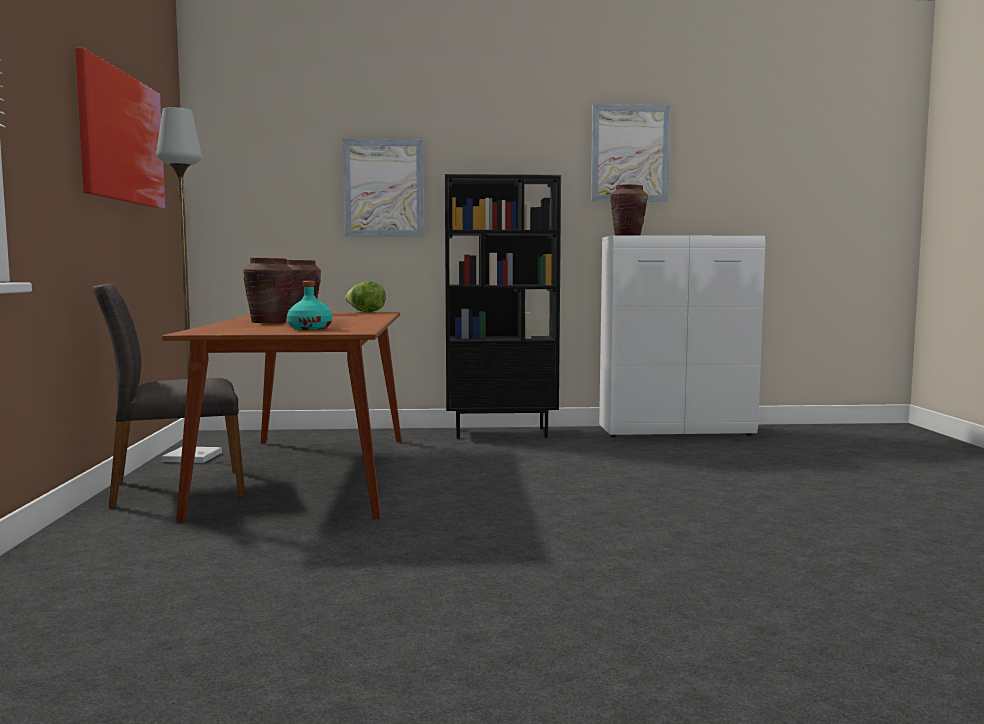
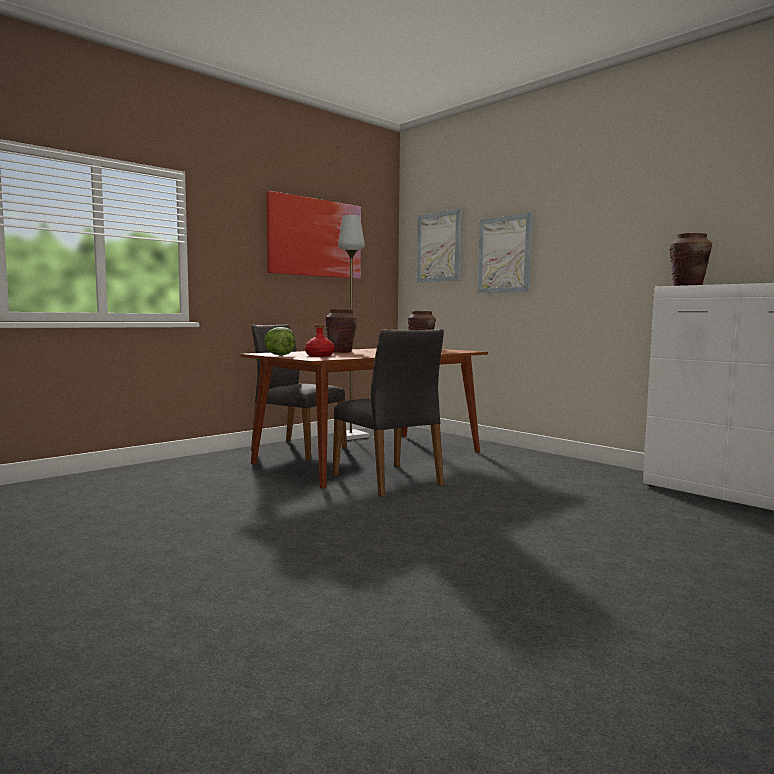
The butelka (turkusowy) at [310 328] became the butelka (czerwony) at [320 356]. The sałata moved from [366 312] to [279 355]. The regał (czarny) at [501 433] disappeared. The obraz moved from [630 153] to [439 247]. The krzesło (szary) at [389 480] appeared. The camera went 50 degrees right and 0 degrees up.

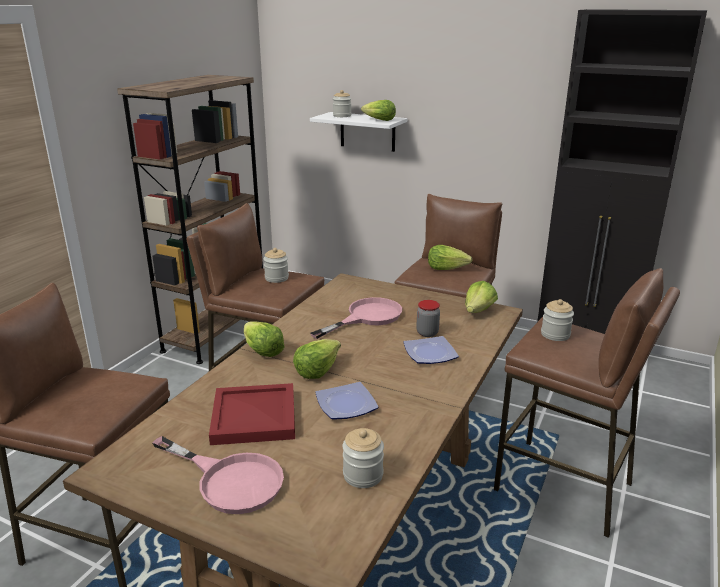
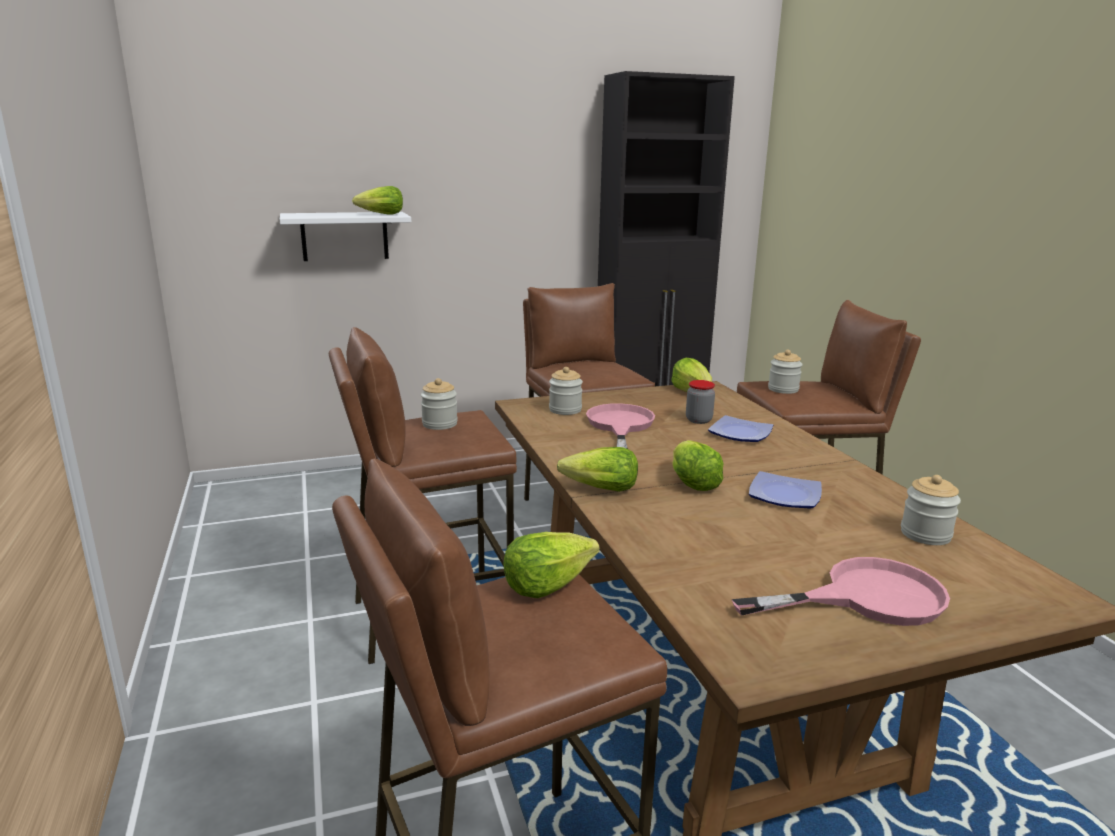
The regał (brązowy) at [216 333] disappeared. The taca (czerwony) at [255 418] disappeared. The słoik moved from [342 116] to [565 410]. The sałata moved from [447 268] to [547 584]. The camera went 45 degrees left and 5 degrees down.

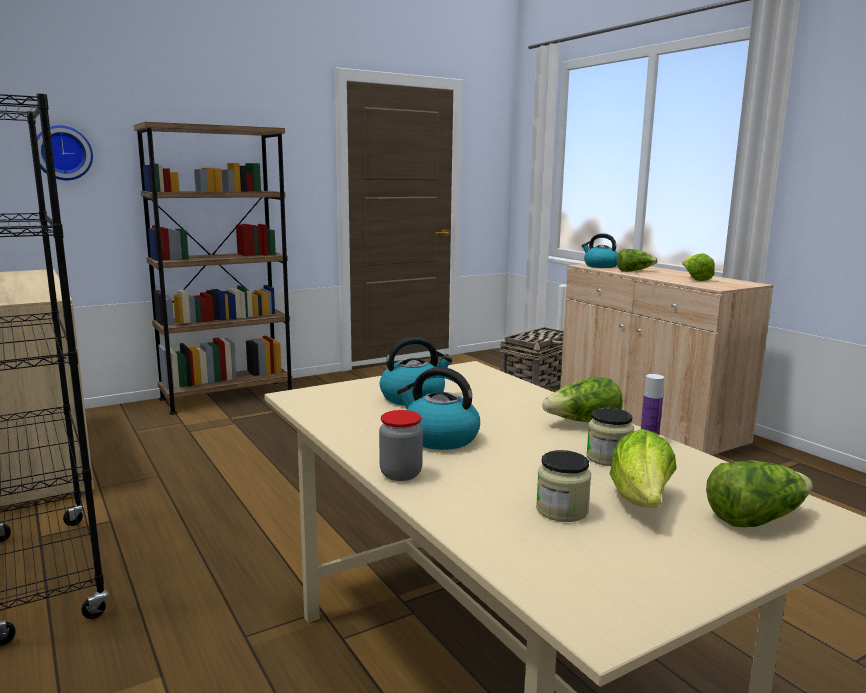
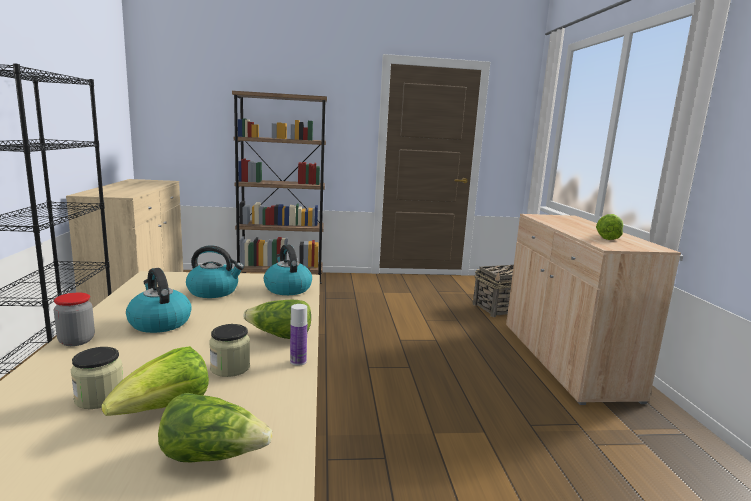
The zegar ścienny at [63 153] disappeared. The czajnik moved from [600 266] to [287 289]. The sałata at [634 271] disappeared. The camera went 25 degrees right and 0 degrees up.

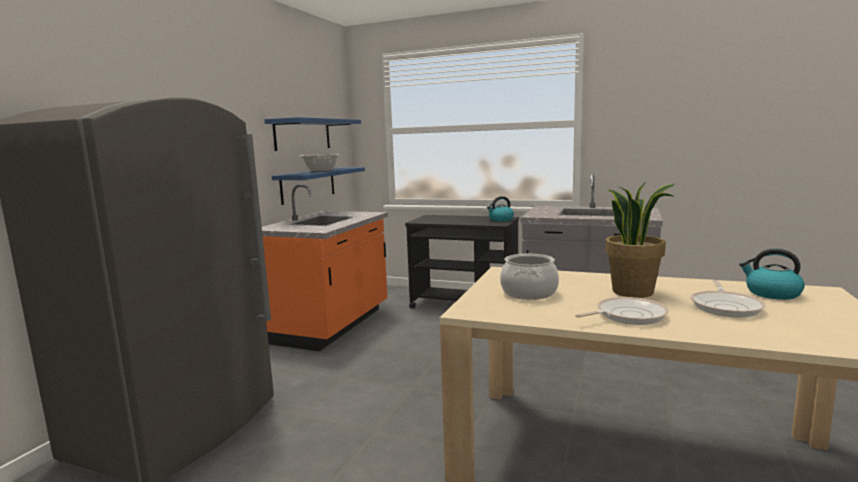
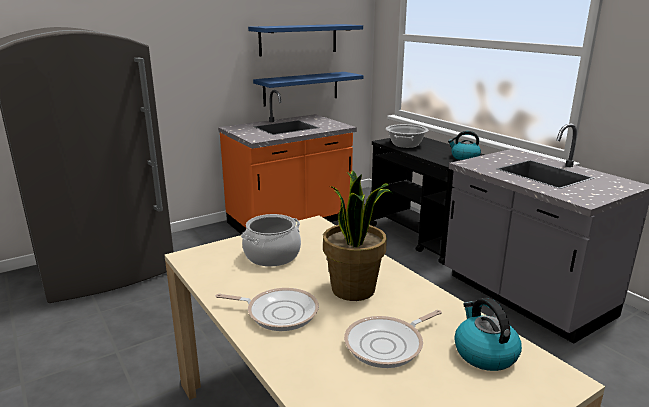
The garnek moved from [321 171] to [405 145]. The camera went 35 degrees right and 10 degrees up.

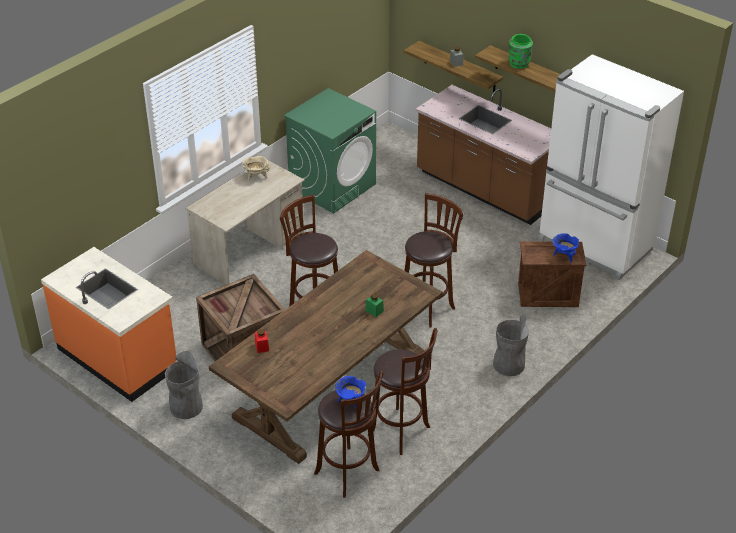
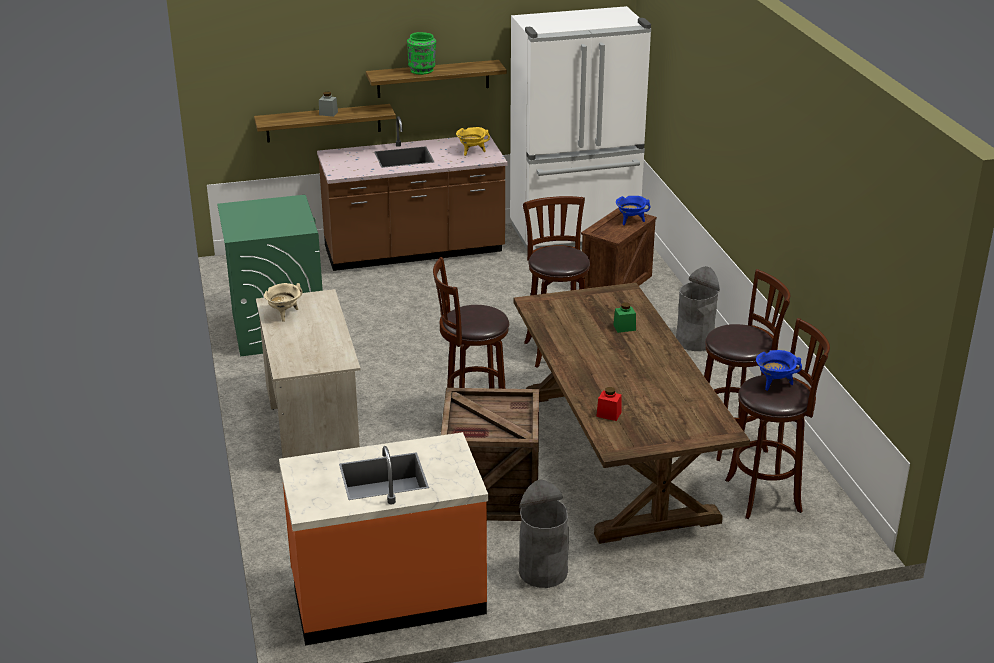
The garnek (żółty) at [472 152] appeared. The camera went 55 degrees left and 10 degrees down.

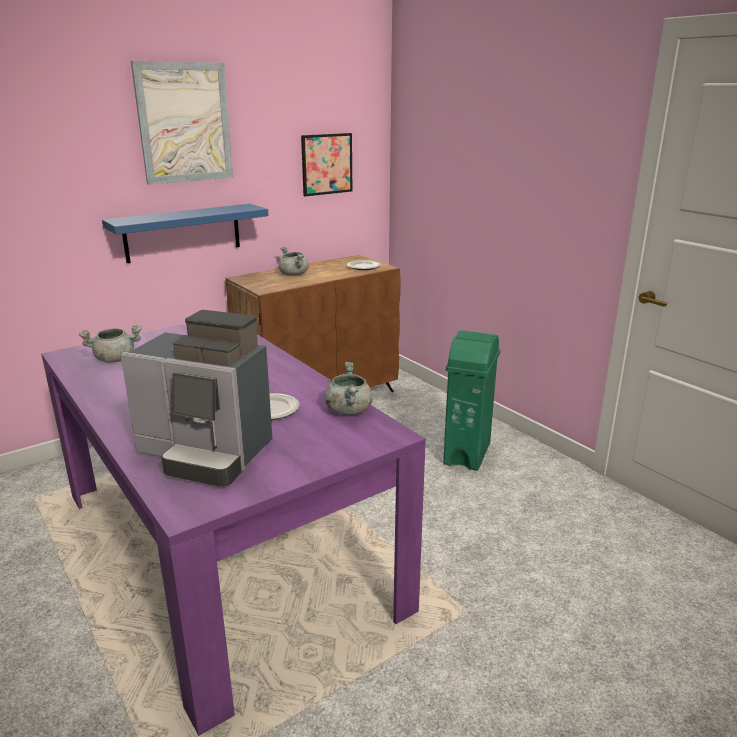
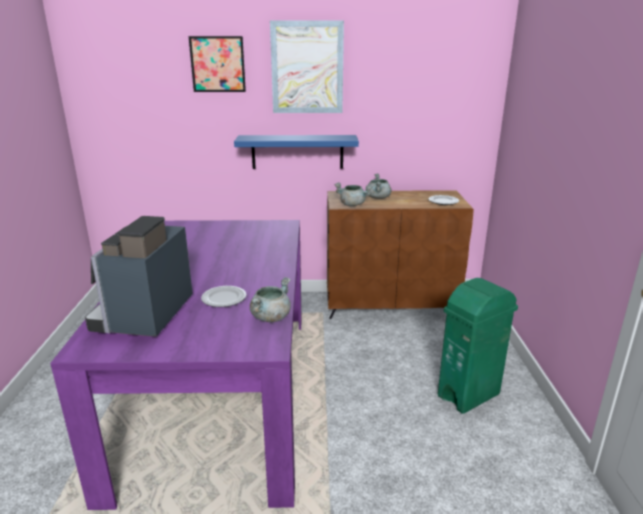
The garnek (szary) moved from [115 359] to [353 205]. The ekspres do kawy at [206 454] turned 45 degrees clockwise. The obraz moved from [327 164] to [217 64]. The camera went 35 degrees right and 0 degrees up.

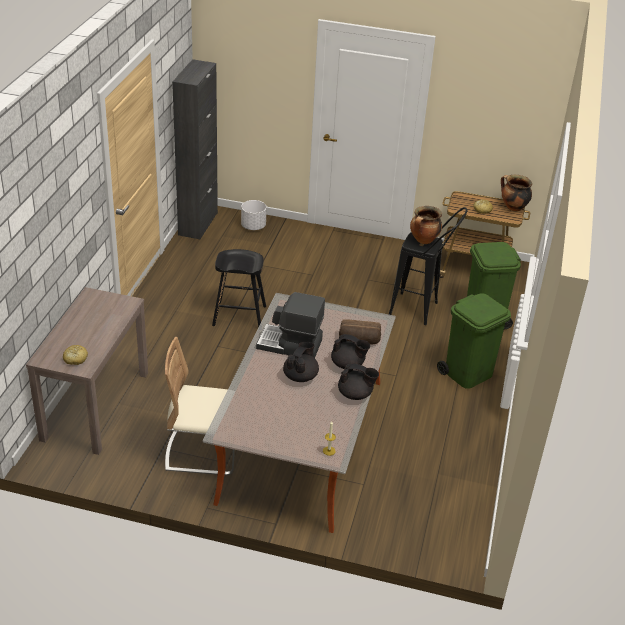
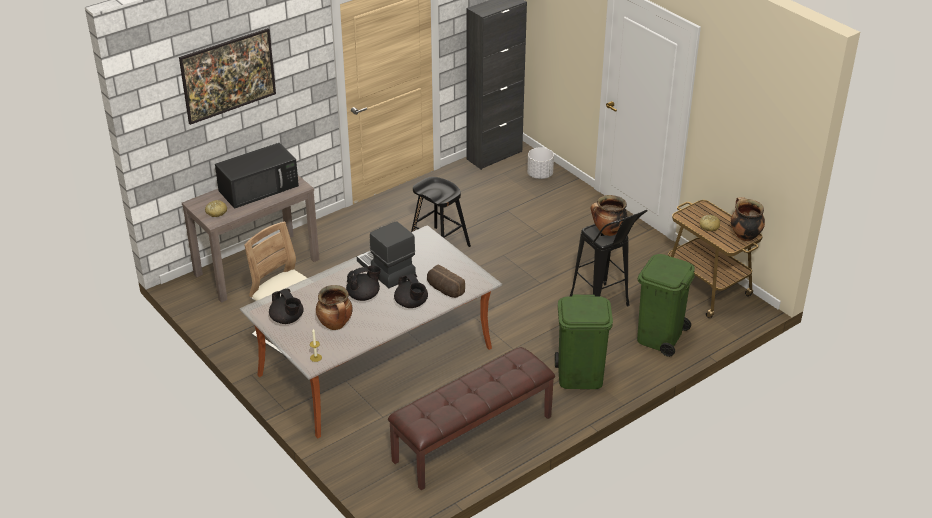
The imbryk (czarny) moved from [355 394] to [287 319]. The obraz at [230 92] appeared. The mikrofalówka (czarny) at [259 188] appeared. The garnek at [336 325] appeared. The ławka (brązowy) at [473 439] appeared. The camera went 40 degrees right and 0 degrees up.

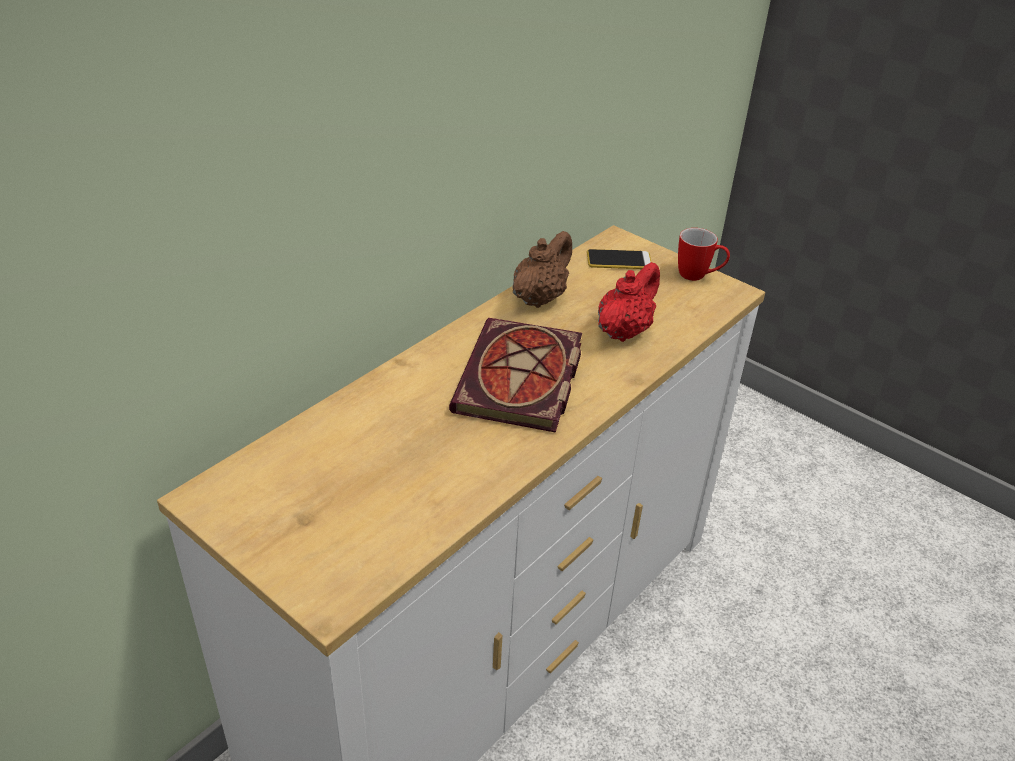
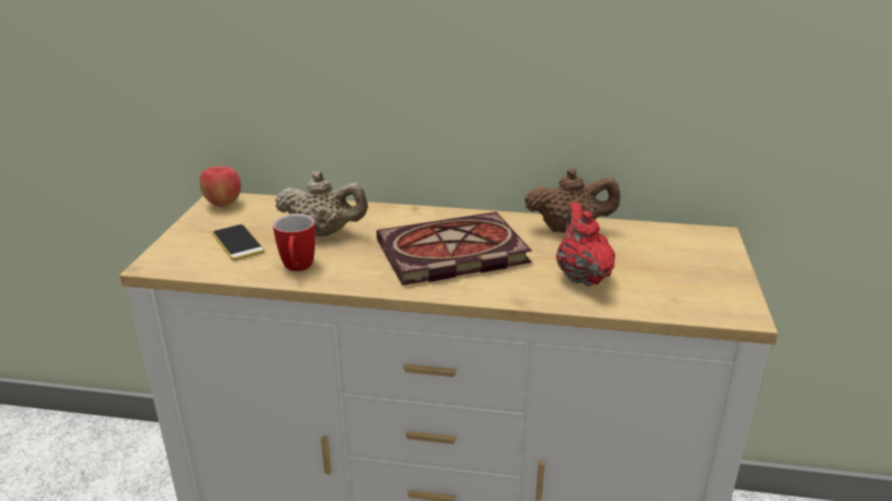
The telefon moved from [619 260] to [238 243]. The imbryk (czerwony) at [624 331] turned 105 degrees counterclockwise. The kubek moved from [698 276] to [297 269]. The jabłko at [223 205] appeared. The imbryk (beżowy) at [324 233] appeared. The camera went 60 degrees right and 10 degrees down.

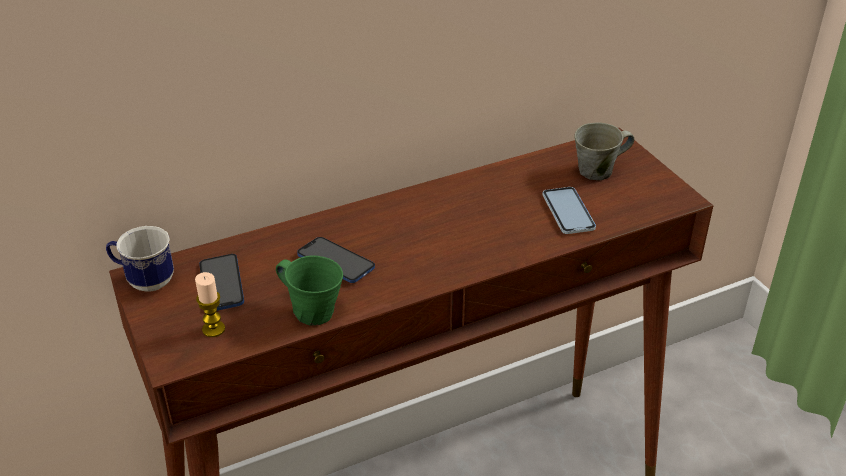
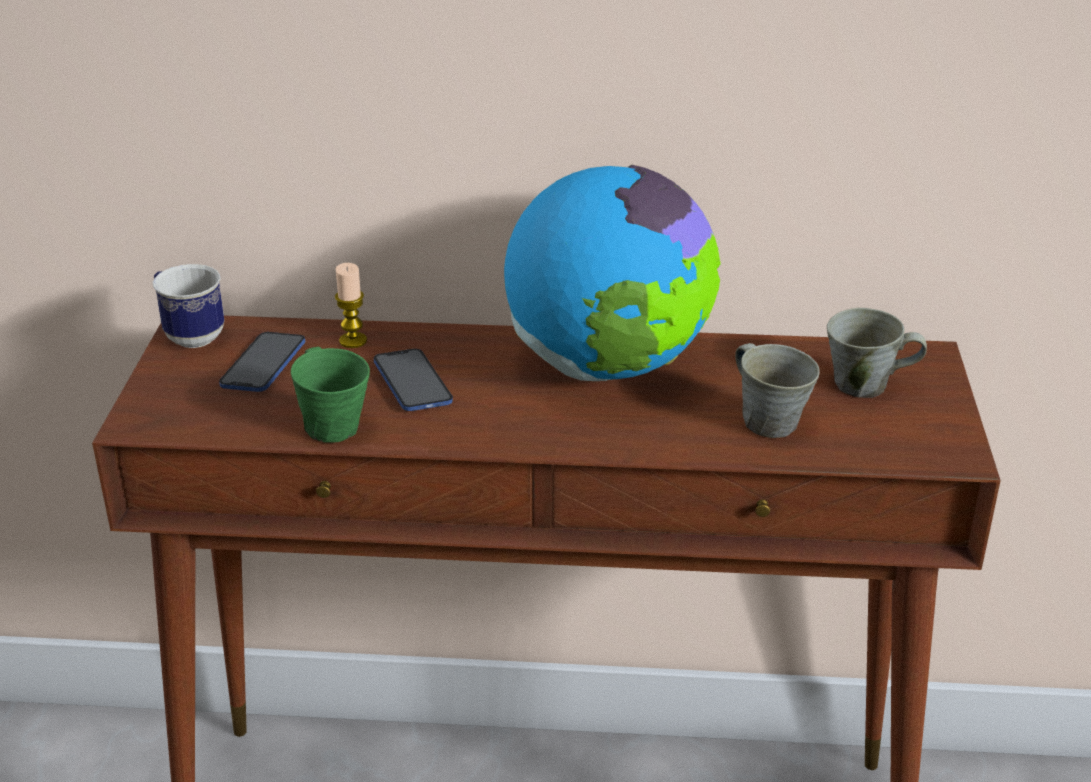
The świeca moved from [213 329] to [353 341]. The telefon at [568 212] was replaced by the kubek (szary) at [768 421]. The globus at [608 366] appeared. The camera went 30 degrees right and 5 degrees down.

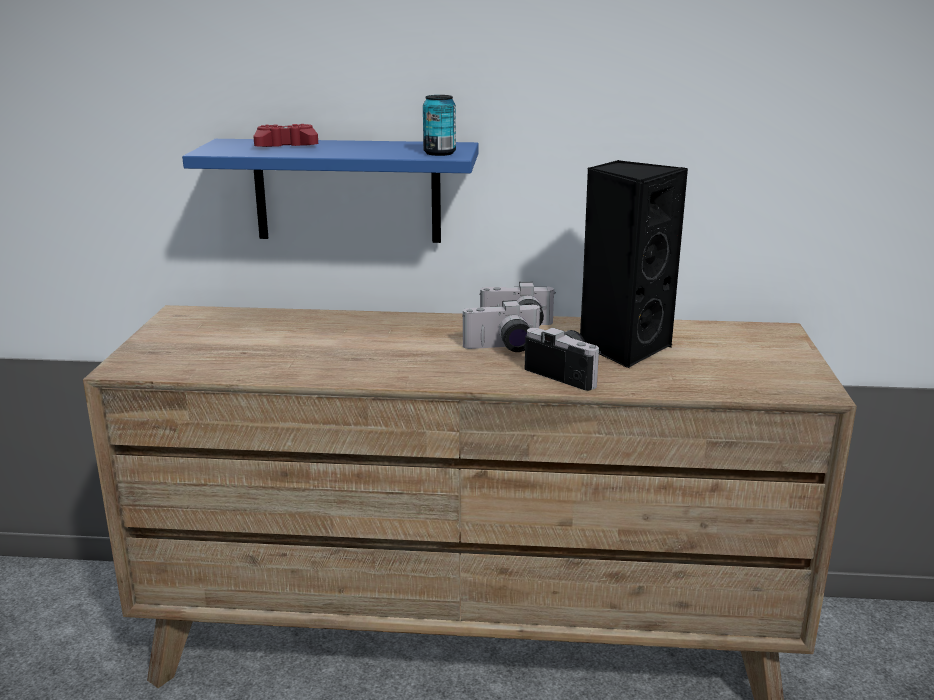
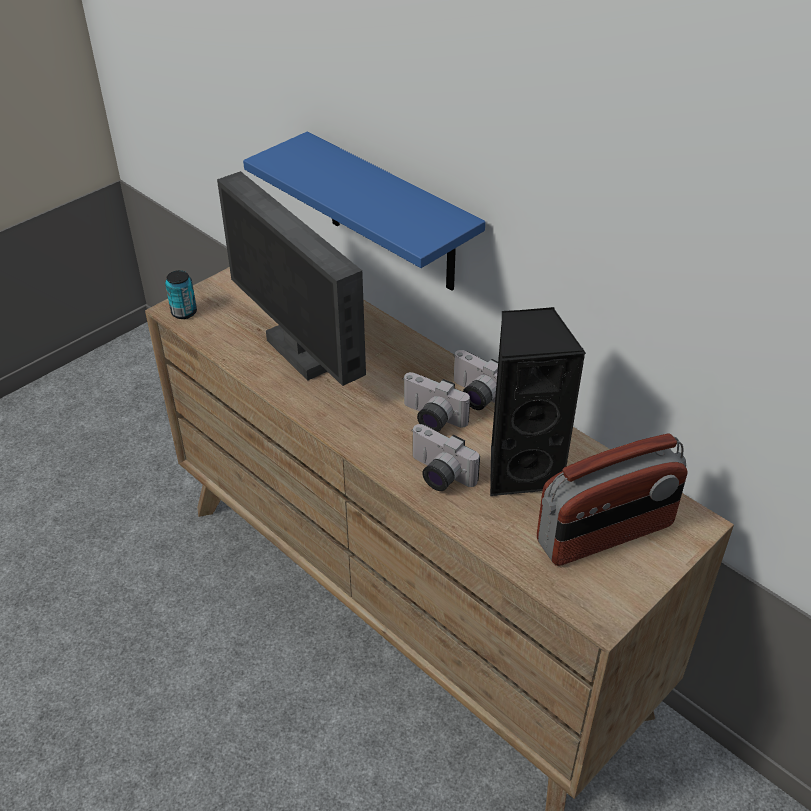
The pad do gier (czerwony) at [286 146] disappeared. The puszka moved from [439 153] to [184 312]. The aparat fotograficzny at [567 373] turned 135 degrees clockwise. The monitor at [300 354] appeared. The radio at [605 534] appeared. The camera went 40 degrees right and 20 degrees up.

